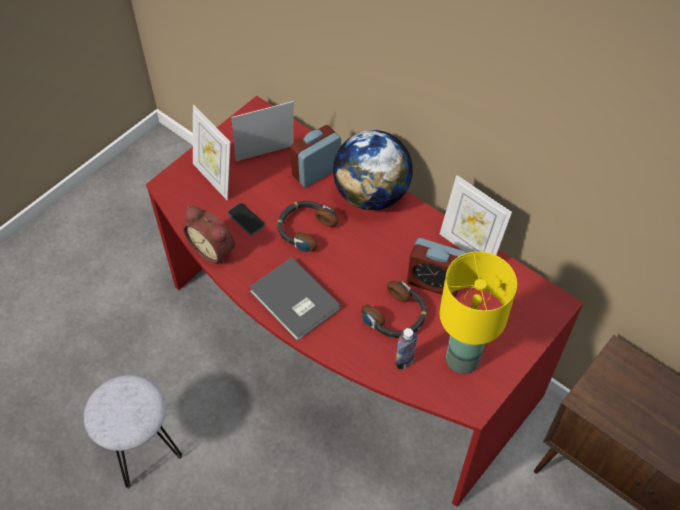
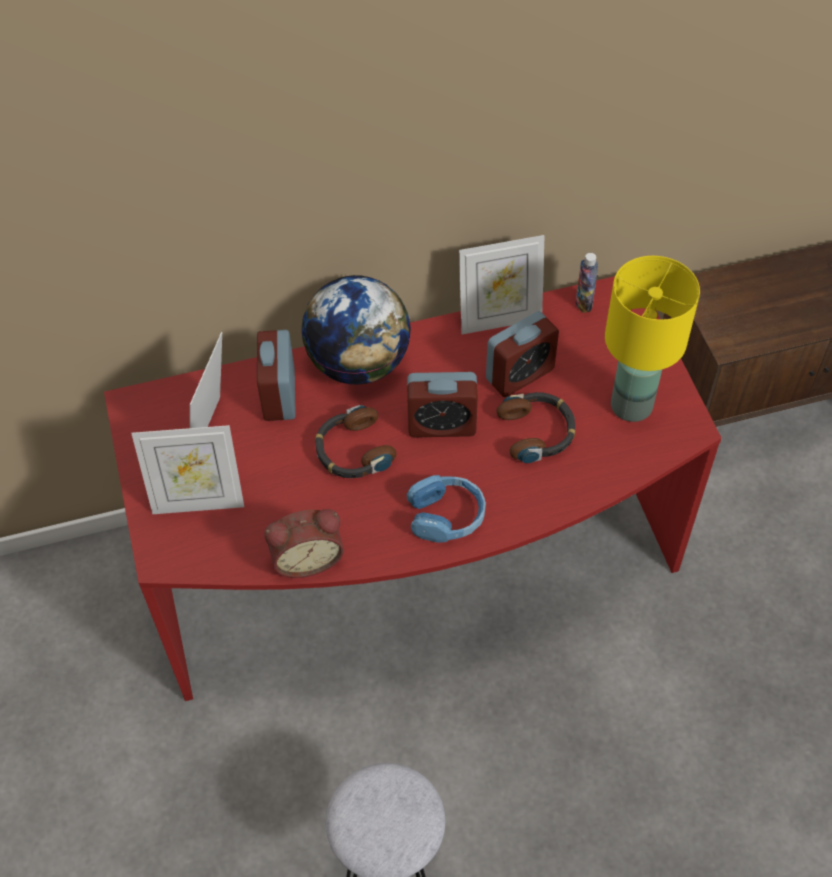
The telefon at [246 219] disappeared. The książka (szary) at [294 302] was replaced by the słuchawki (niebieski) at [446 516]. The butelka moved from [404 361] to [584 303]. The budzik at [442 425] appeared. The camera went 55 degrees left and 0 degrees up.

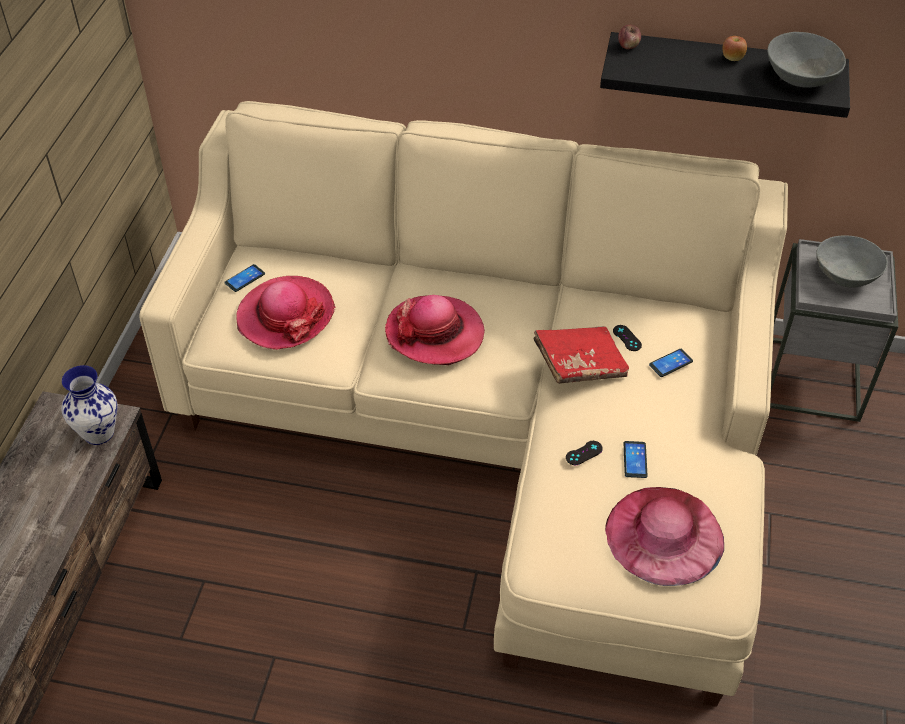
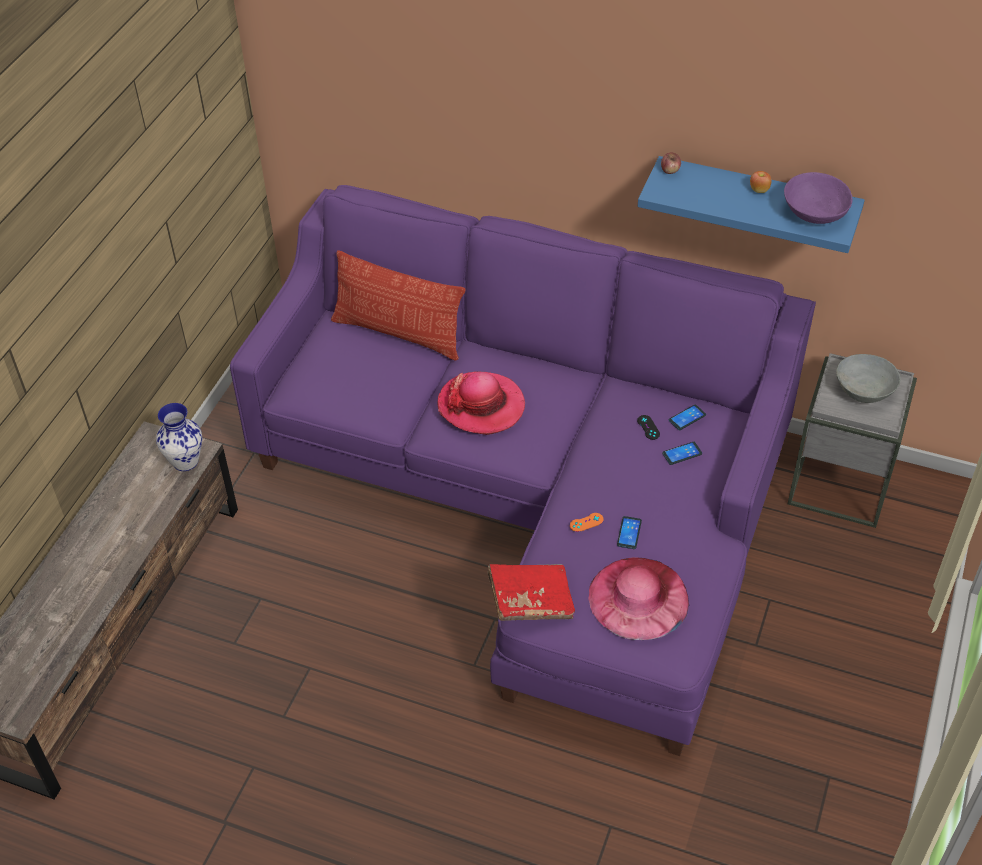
The kanapa (beżowy) at [496 428] became the kanapa (fioletowy) at [538 496]. The telefon moved from [244 278] to [687 417]. The kapelusz at [285 315] disappeared. The książka (czerwony) moved from [579 364] to [531 600]. The pad do gier (czarny) at [584 453] became the pad do gier (pomarańczowy) at [586 522]. The półka (czarny) at [722 73] became the półka (niebieski) at [756 200]. The miska (szary) at [799 77] became the miska (fioletowy) at [813 213]. The poduszka at [398 333] appeared. The camera went 10 degrees right and 0 degrees up.

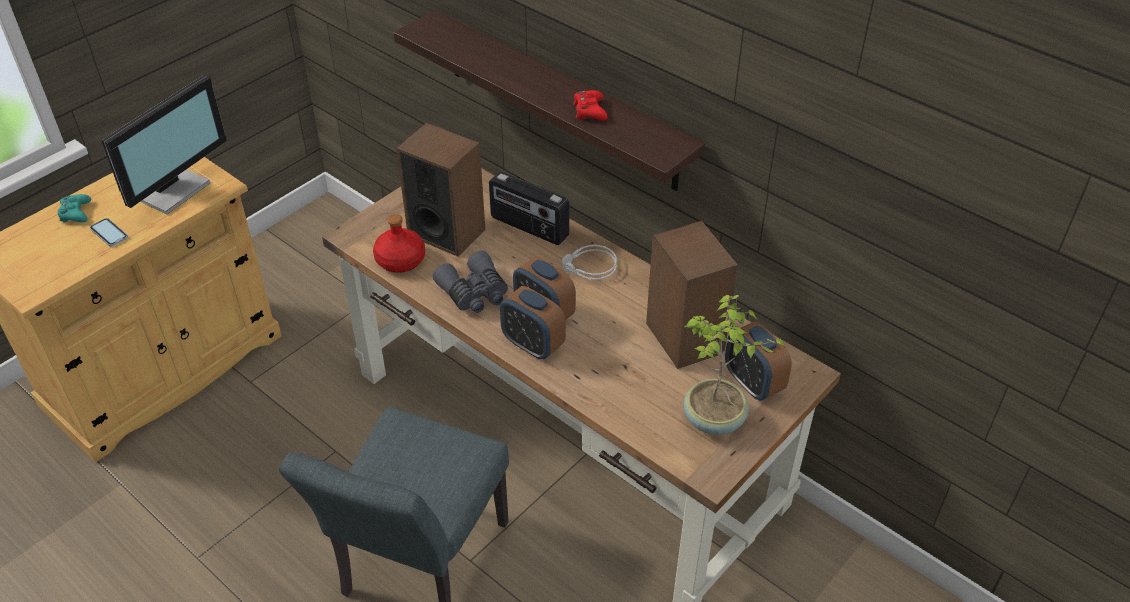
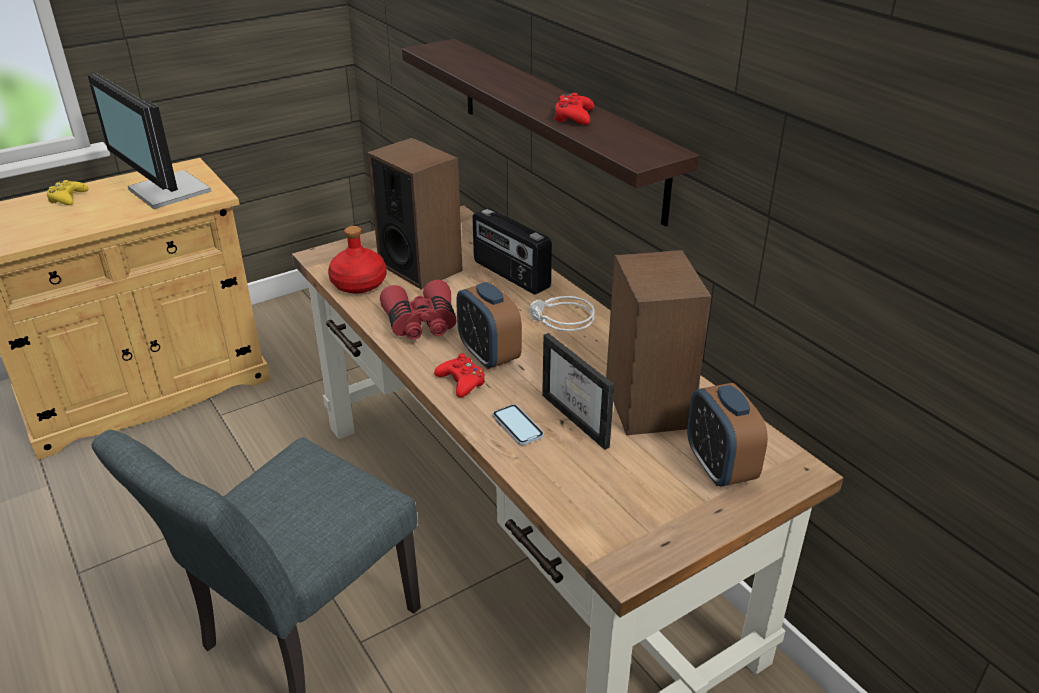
The pad do gier (turkusowy) at [76 213] became the pad do gier (żółty) at [68 198]. The telefon moved from [109 233] to [517 426]. The monitor at [171 189] turned 90 degrees clockwise. The lornetka (szary) at [474 293] became the lornetka (czerwony) at [421 323]. The budzik at [532 345] was replaced by the pad do gier (czerwony) at [461 382]. The roślina doniczkowa at [714 421] disappeared. The ramka na zdjęcie at [584 418] appeared. The camera went 15 degrees right and 10 degrees down.

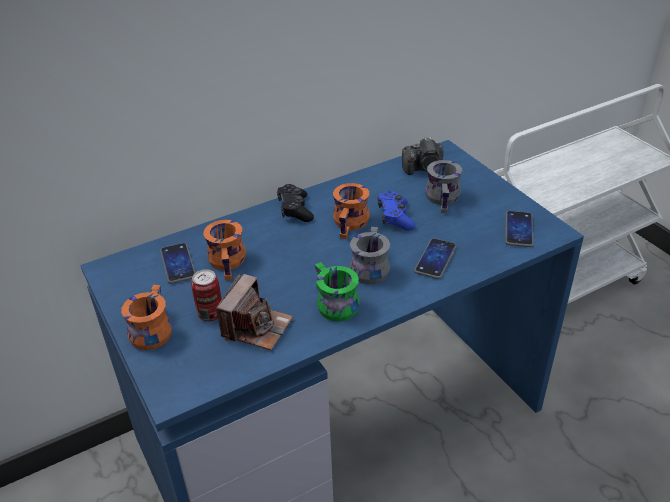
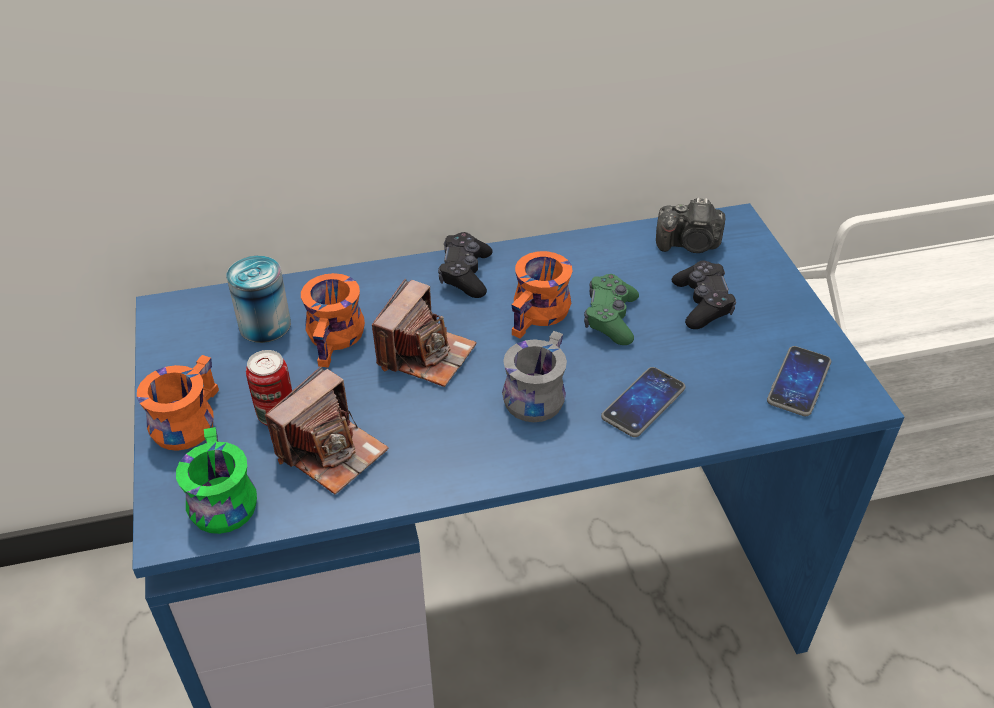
The telefon at [178 264] was replaced by the puszka at [265 325]. The kubek (zielony) moved from [332 305] to [217 500]. The pad do gier (niebieski) at [395 217] became the pad do gier (zielony) at [610 318]. The kubek (szary) at [445 199] was replaced by the pad do gier (czarny) at [702 304]. The aparat fotograficzny at [425 354] appeared. The camera went 15 degrees right and 5 degrees up.

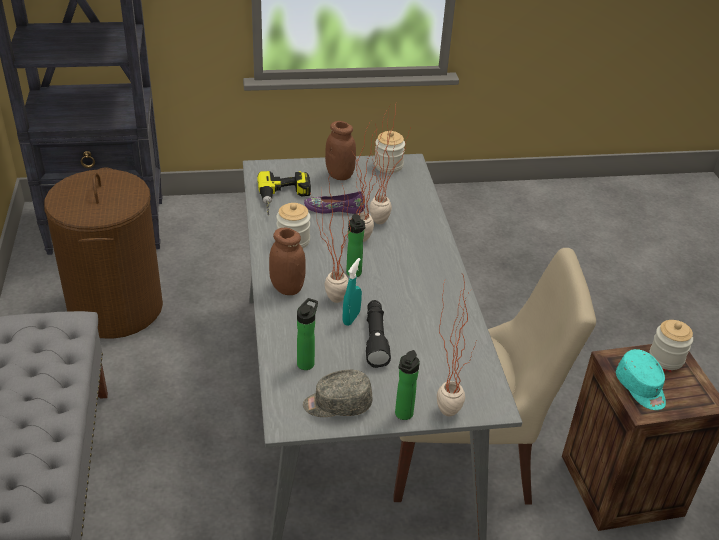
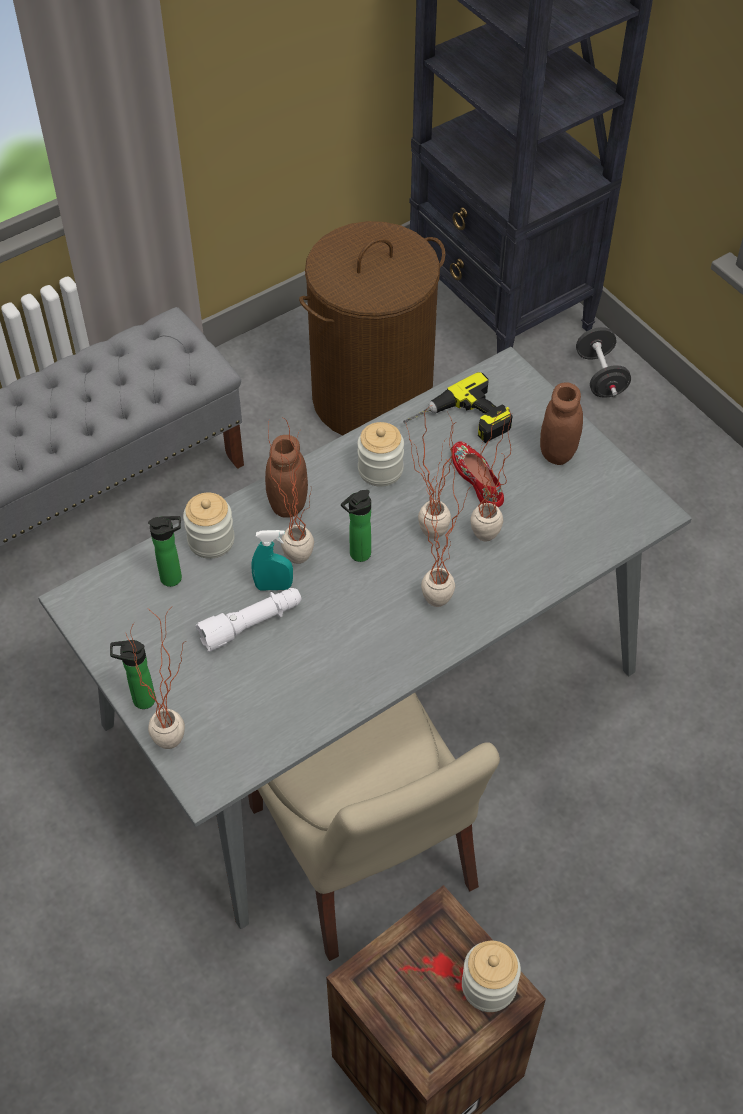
The czapka z daszkiem (szary) at [337 404] disappeared. The but (fioletowy) at [334 208] became the but (czerwony) at [478 479]. The latarka (czarny) at [375 339] became the latarka (biały) at [251 624]. The słoik moved from [388 166] to [211 540]. The czapka z daszkiem (turkusowy) at [641 388] disappeared. The roślina doniczkowa at [442 593] appeared. The hantel (czarny) at [600 376] appeared. The camera went 65 degrees right and 15 degrees up.

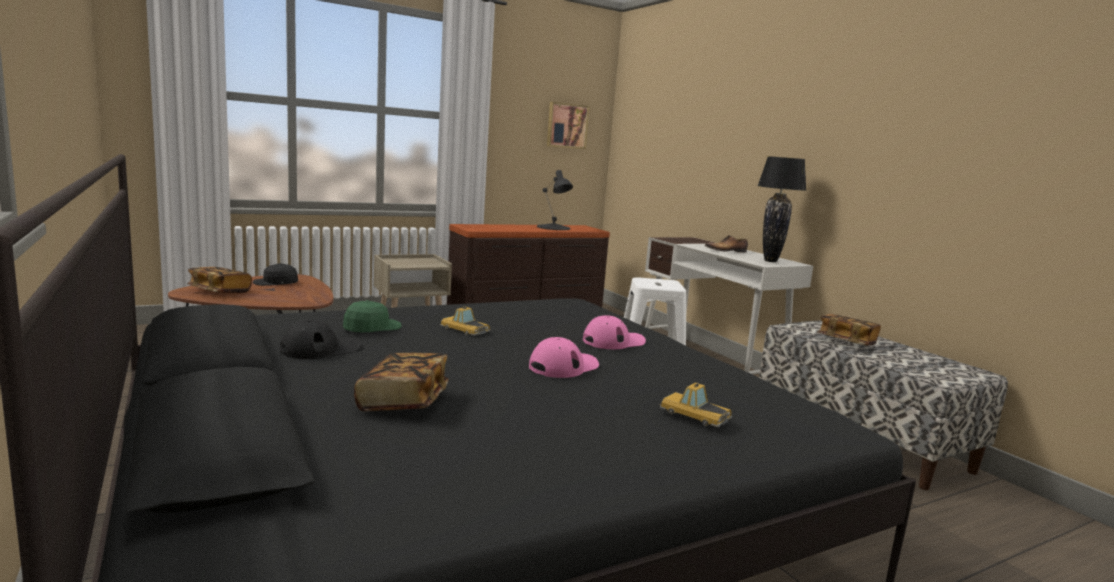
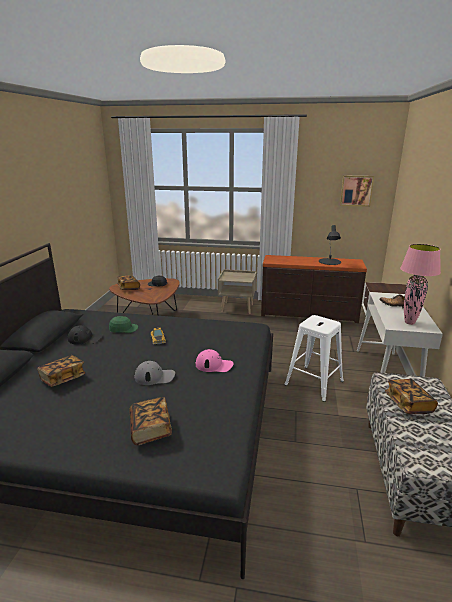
The czapka z daszkiem (różowy) at [563 366] became the czapka z daszkiem (szary) at [155 377]. The samochodzik at [694 414] was replaced by the książka at [150 429]. The lampa stołowa (czarny) at [771 261] became the lampa stołowa (różowy) at [410 323]. The camera went 40 degrees right and 10 degrees up.

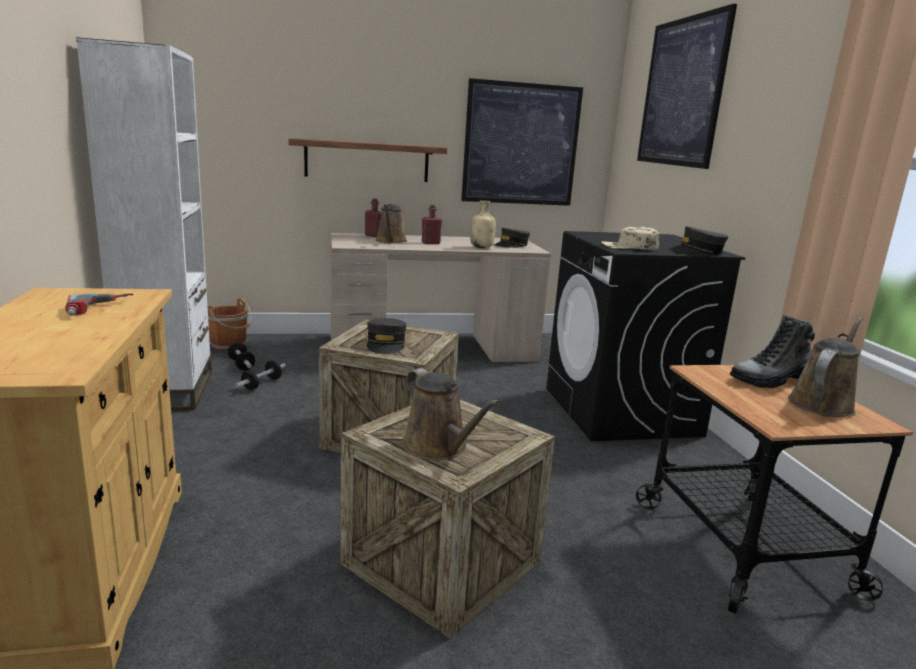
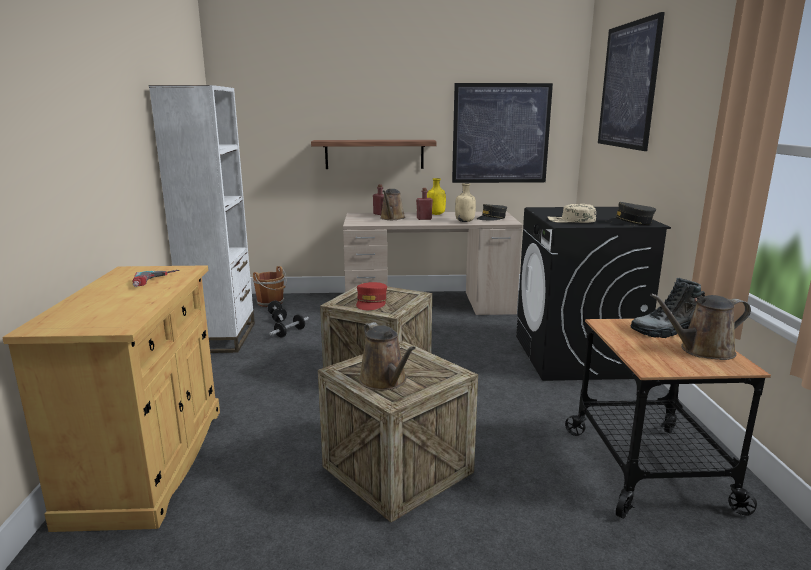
The czapka z daszkiem (szary) at [386 344] became the czapka z daszkiem (czerwony) at [371 303]. The konewka (brązowy) at [822 403] turned 150 degrees counterclockwise. The butelka (żółty) at [436 214] appeared. The camera went 10 degrees right and 0 degrees up.

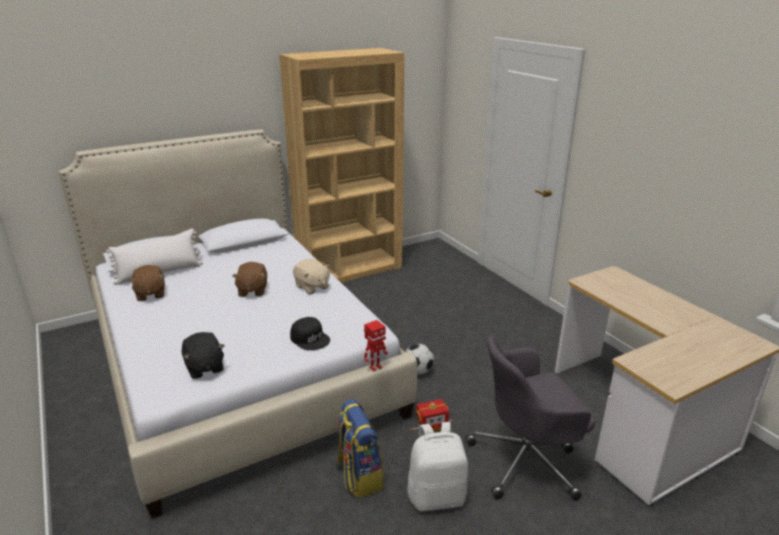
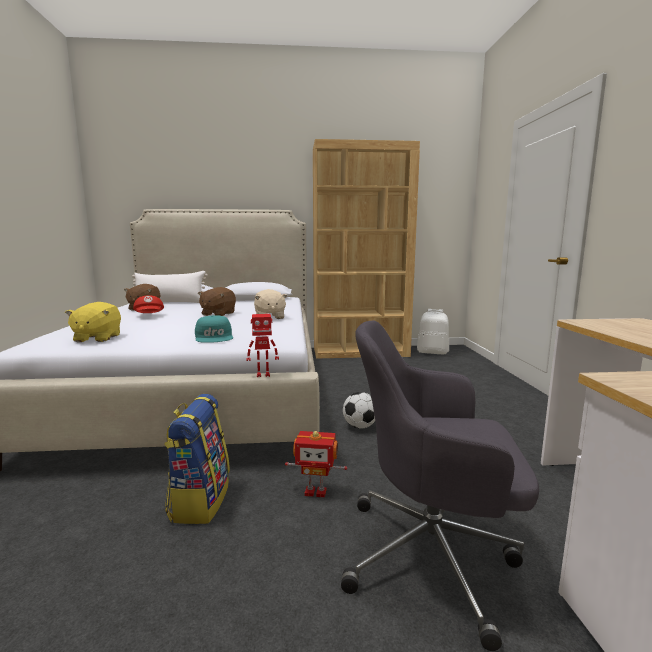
The pluszak (czarny) at [204 368] became the pluszak (żółty) at [97 338]. The czapka z daszkiem (czarny) at [310 338] became the czapka z daszkiem (turkusowy) at [215 337]. The plecak (biały) moved from [437 496] to [433 352]. The czapka z daszkiem (czerwony) at [150 315] appeared. The camera went 25 degrees right and 15 degrees down.

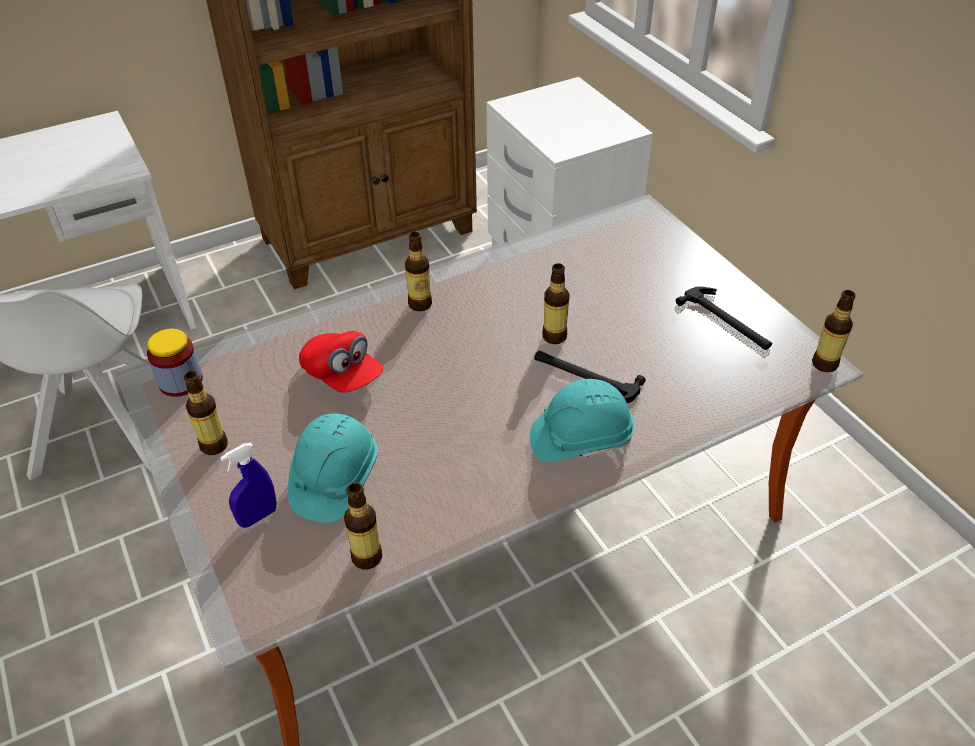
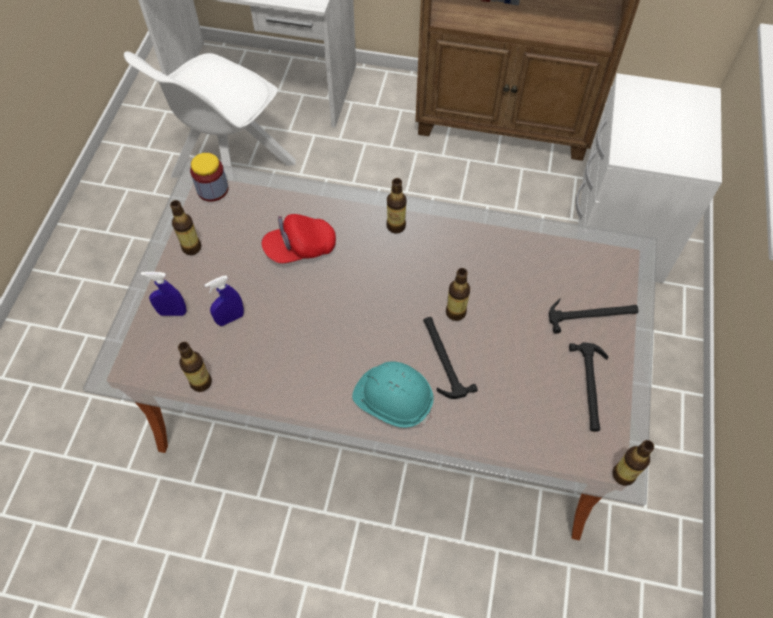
The kask (turkusowy) at [334 479] was replaced by the spryskiwacz (niebieski) at [230 318]. The czapka z daszkiem (czerwony) at [342 375] turned 75 degrees clockwise. The młotek at [592 314] appeared. The camera went 40 degrees right and 15 degrees up.

